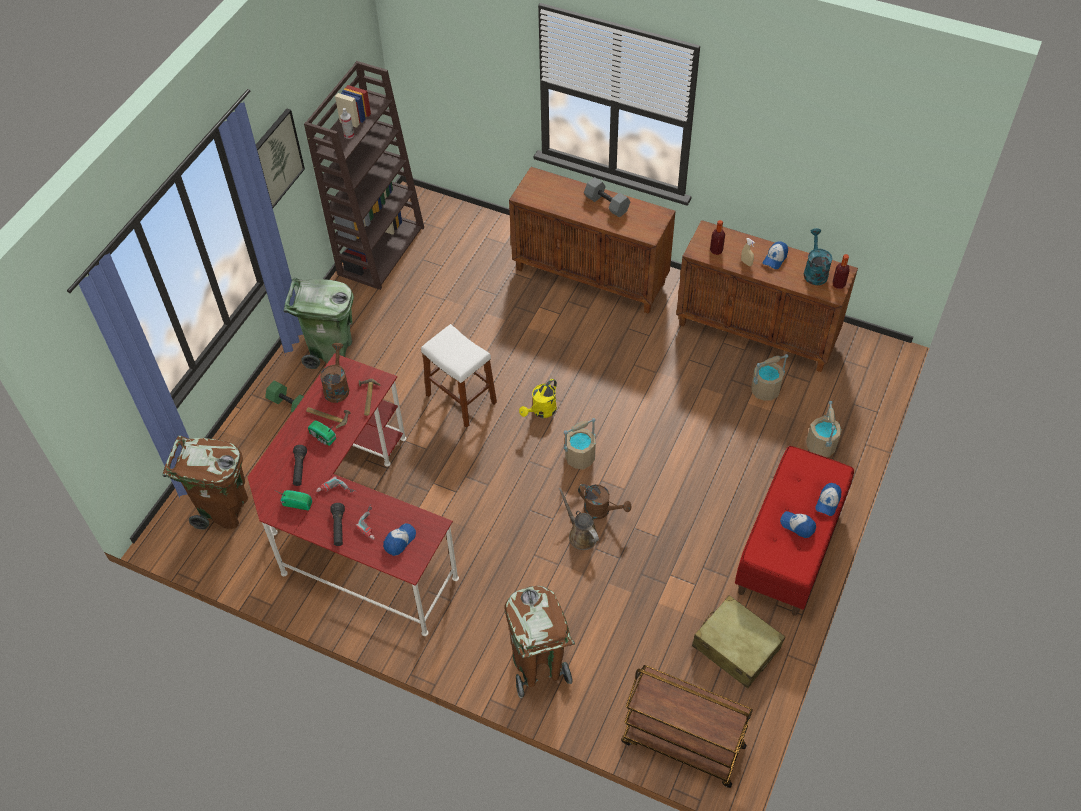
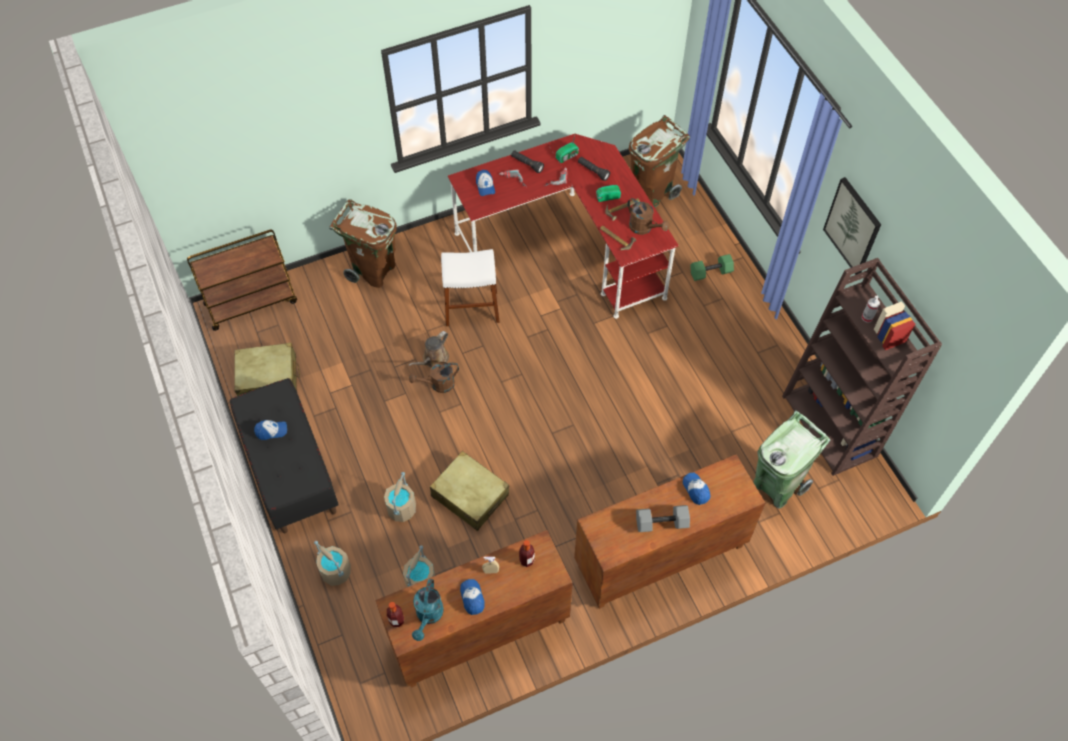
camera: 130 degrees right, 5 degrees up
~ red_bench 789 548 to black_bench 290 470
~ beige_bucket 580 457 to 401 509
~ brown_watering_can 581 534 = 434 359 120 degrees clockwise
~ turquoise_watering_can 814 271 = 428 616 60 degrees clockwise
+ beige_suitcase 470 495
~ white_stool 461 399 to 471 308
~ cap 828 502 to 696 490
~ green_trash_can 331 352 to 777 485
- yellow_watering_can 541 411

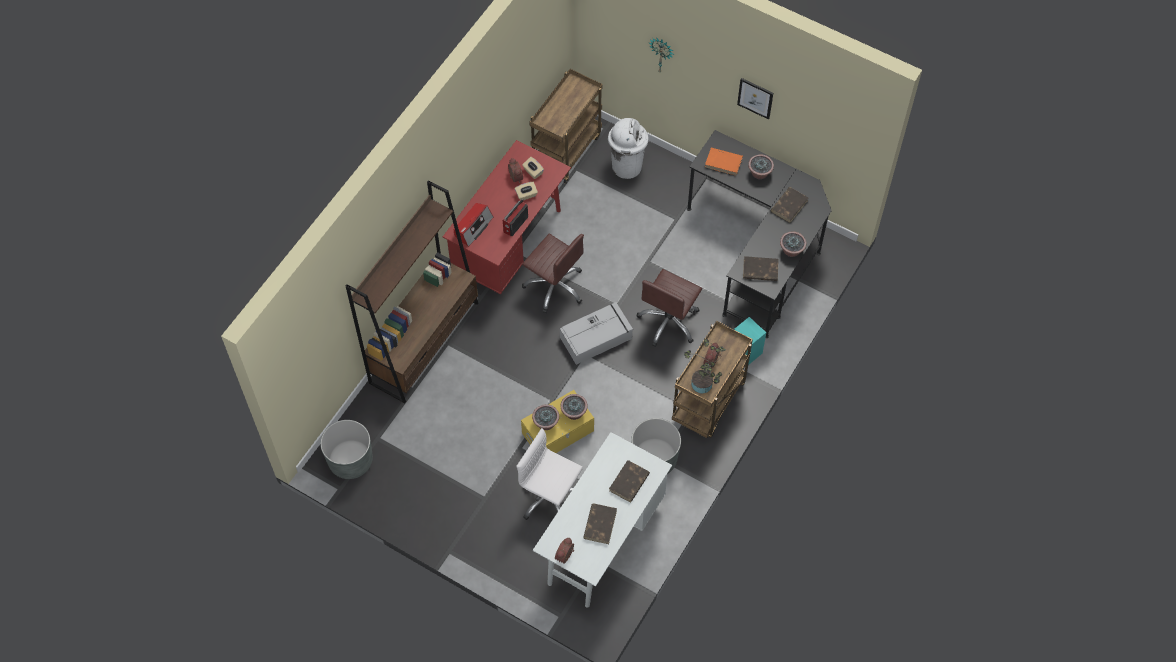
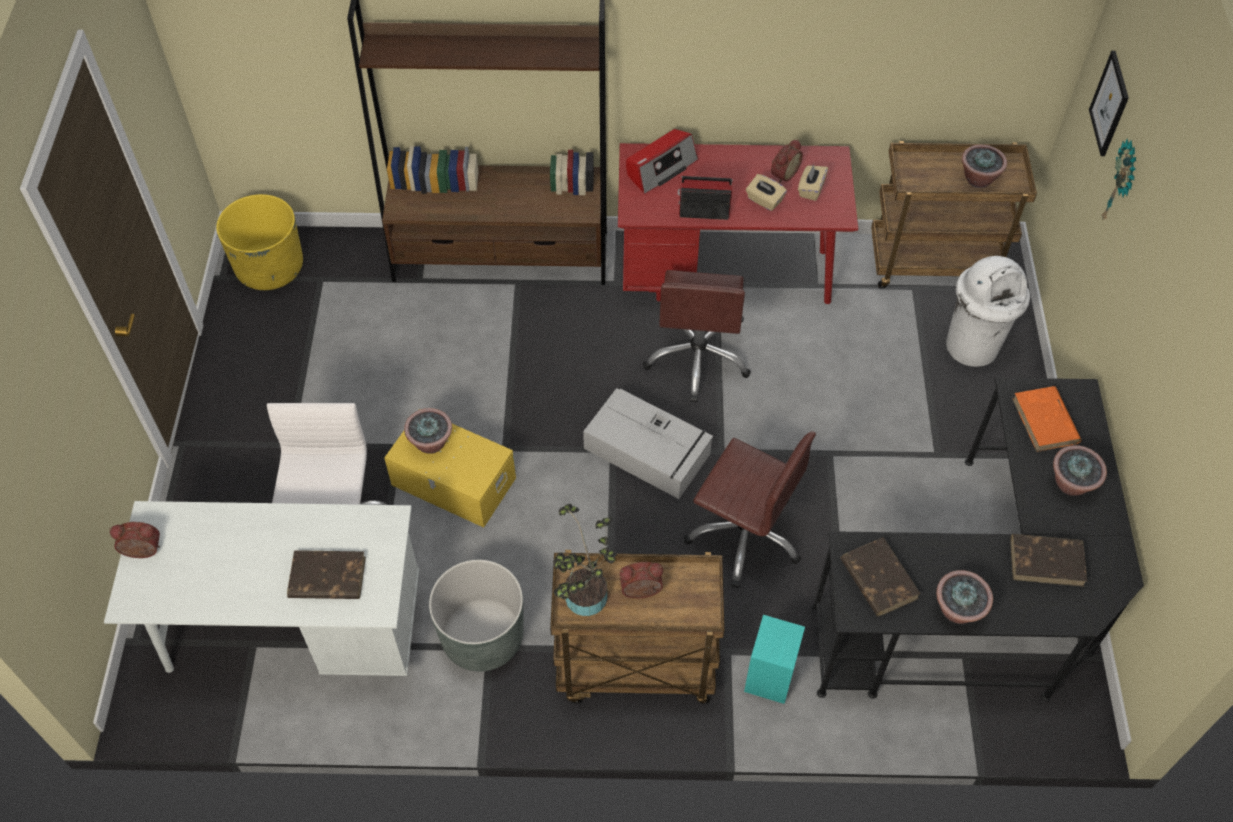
camera: 60 degrees right, 5 degrees down
~ grey_planter 350 460 to yellow_planter 270 268
~ radio 473 227 = 660 168 45 degrees counterclockwise
~ brown_office_chair 669 322 = 744 535 150 degrees counterclockwise
~ potted_plant 574 413 to 978 179
~ picture 755 98 to 1110 104
- brown_book 600 524

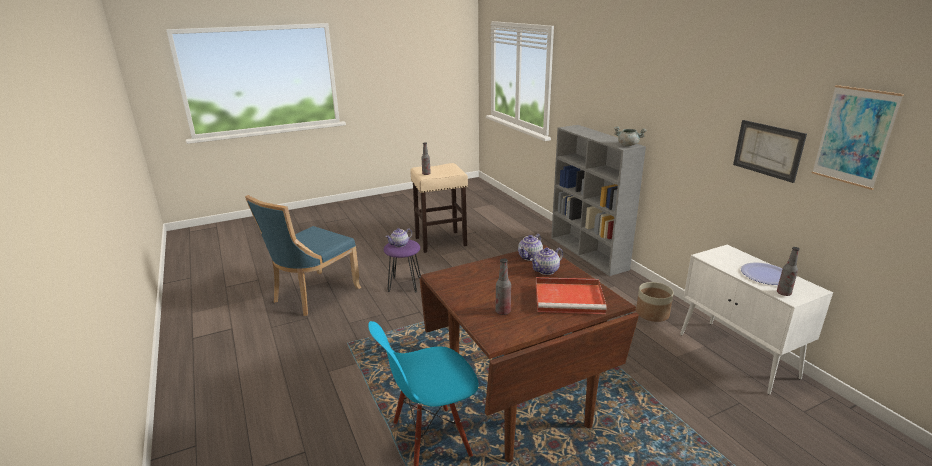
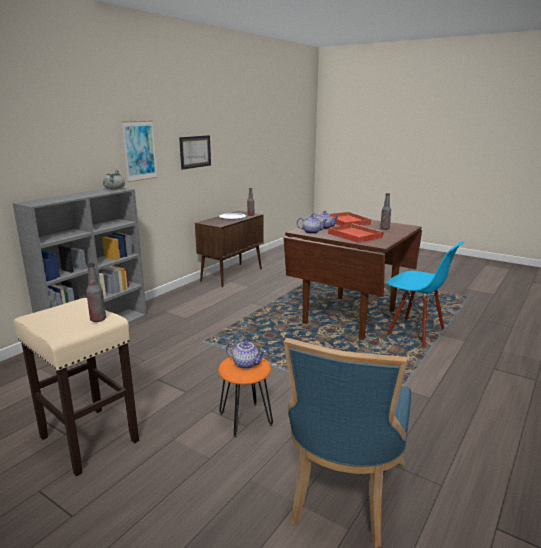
camera: 120 degrees left, 5 degrees down
~ picture 854 136 to 139 150
~ white_cabinet 738 356 to brown_cabinet 232 275
~ purple_stool 404 284 to orange_stool 245 419
~ blue_chair 313 295 = 344 494 105 degrees clockwise
+ red_tray 354 235
- planter 652 314

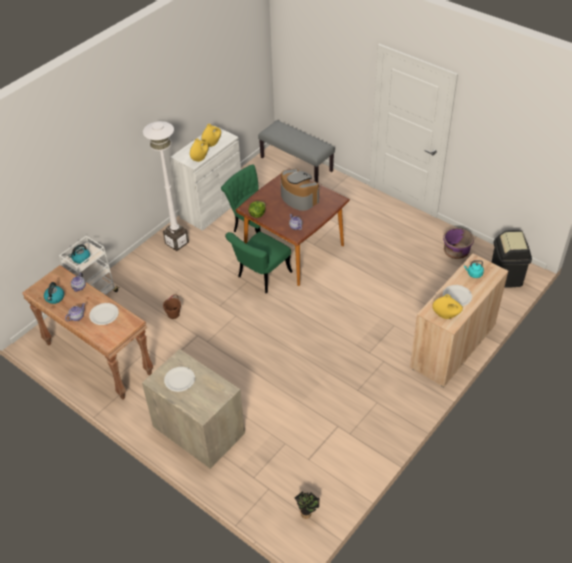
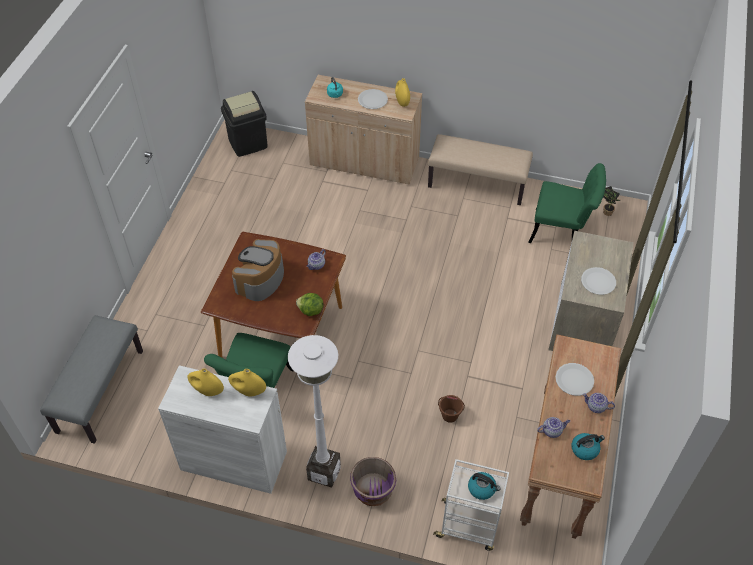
camera: 115 degrees left, 5 degrees up
~ purple_planter 456 252 to 373 490
+ beige_bench 477 184
~ green_chair 260 277 to 562 231

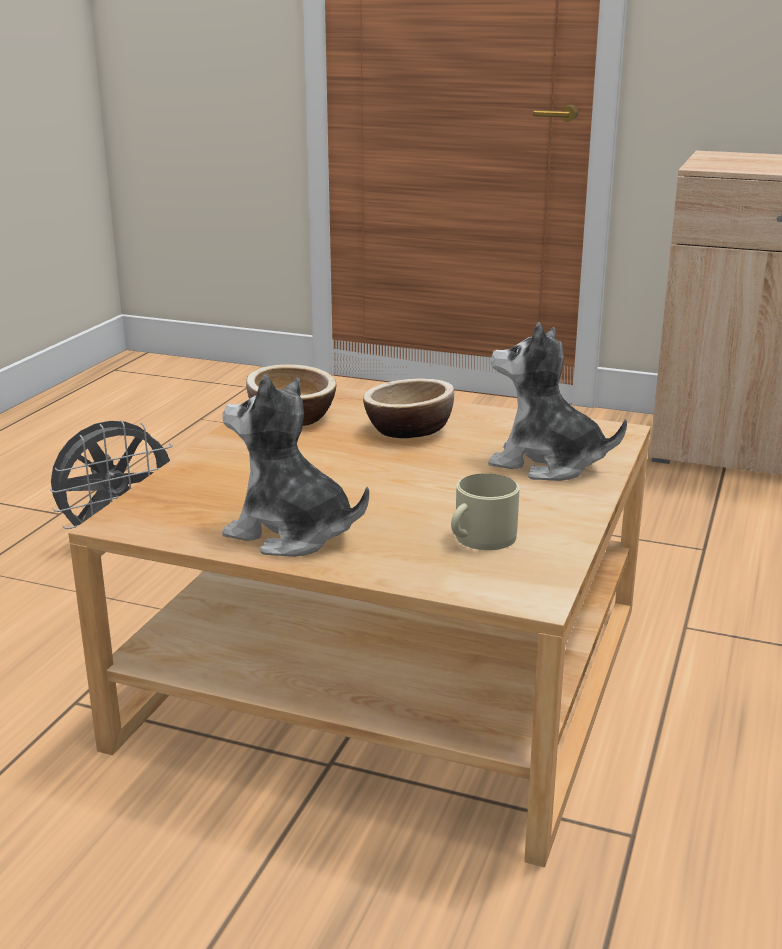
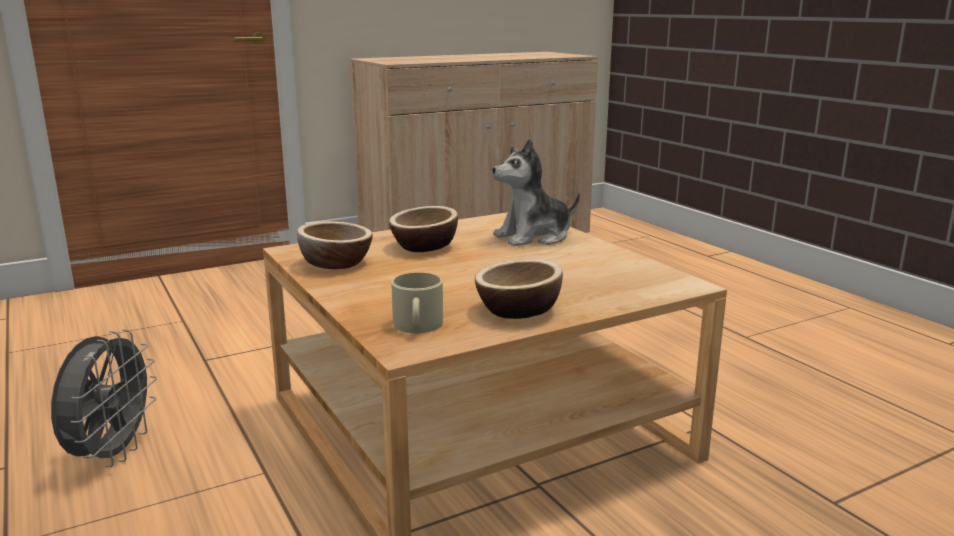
camera: 50 degrees left, 5 degrees down
~ beige_mug 479 538 to 417 326
~ plush_toy 291 534 to bowl 518 310

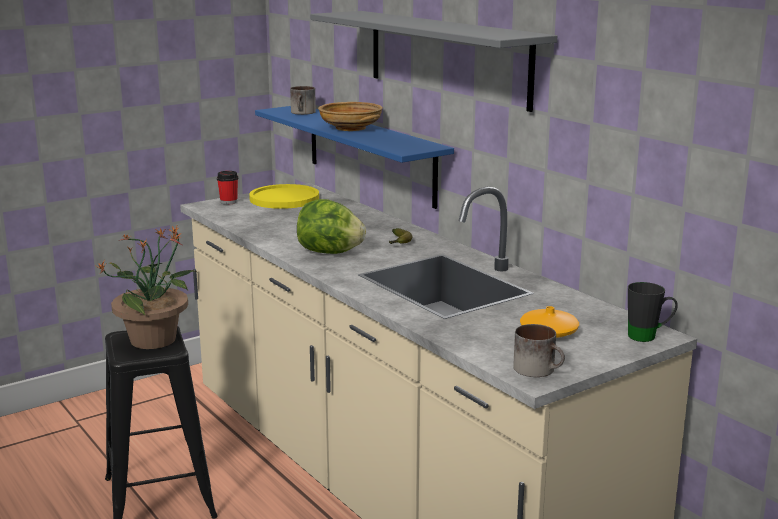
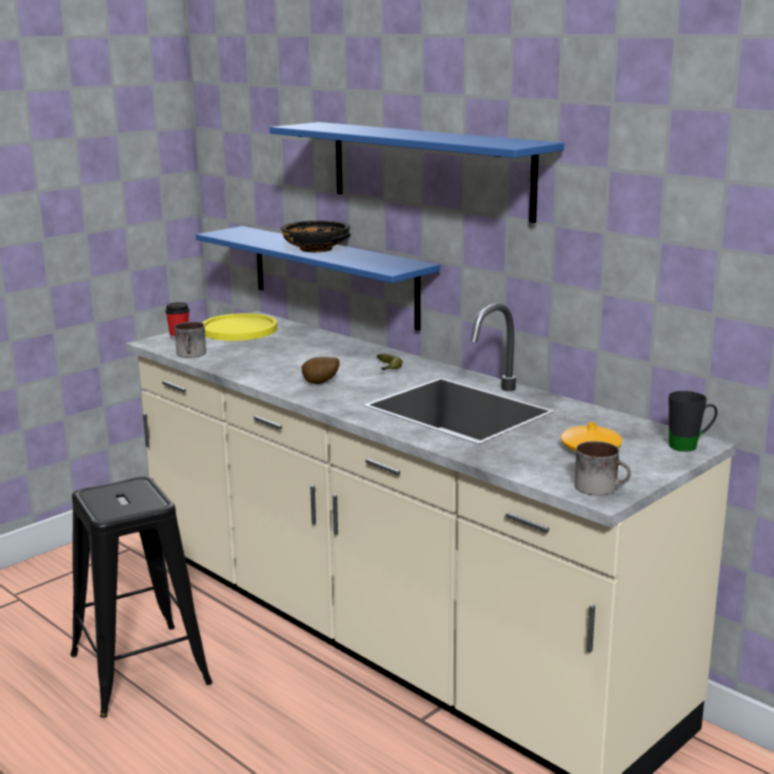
camera: 10 degrees left, 0 degrees up
~ mug 303 113 to 192 354
~ grey_shelf 446 57 to blue_shelf 429 169
~ beige_bowl 351 128 to black_bowl 316 249
~ lettuce 329 252 to potato 320 384
- potted_plant 155 339

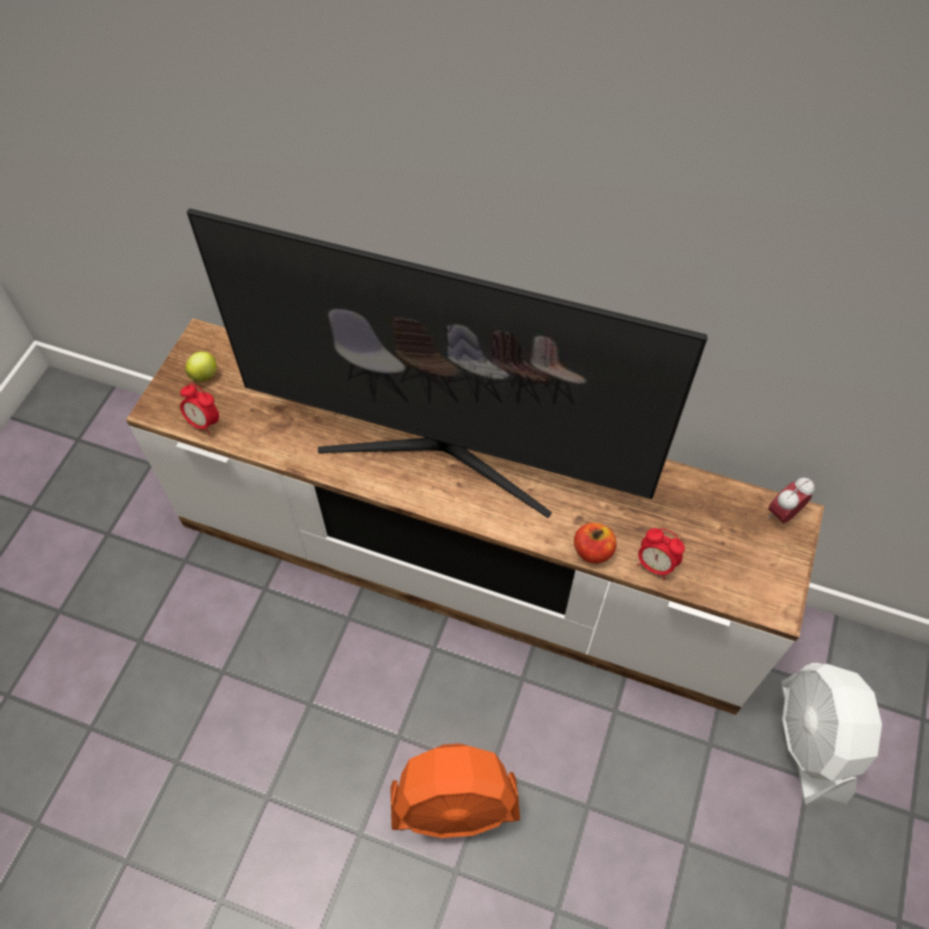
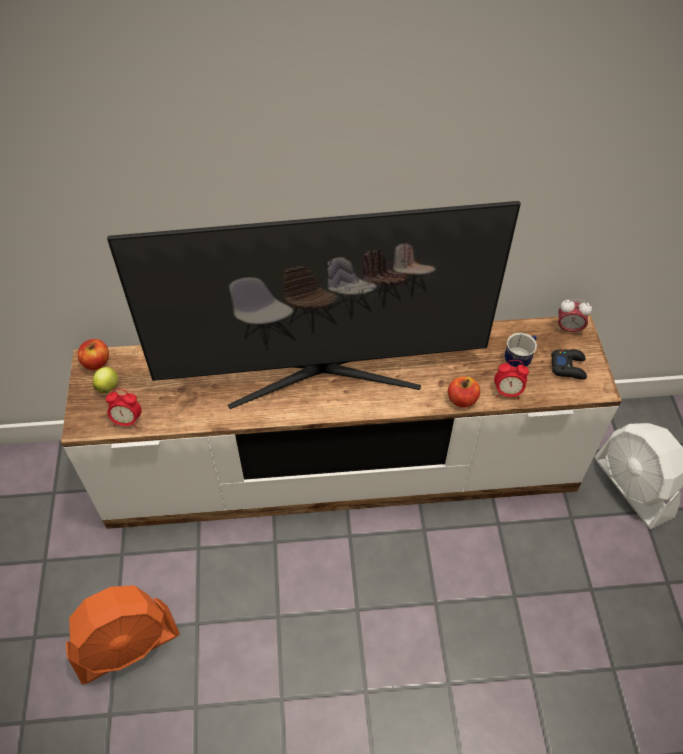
camera: 25 degrees left, 5 degrees down
~ orange_fan 455 804 to 127 645
+ apple 96 362
+ mug 519 360
+ black_game_controller 568 367
~ alarm_clock 782 514 = 568 329 105 degrees counterclockwise

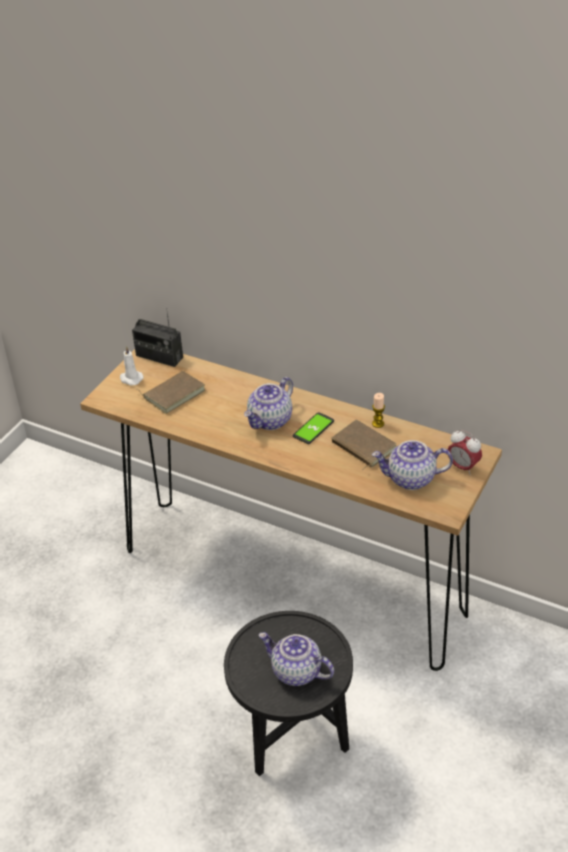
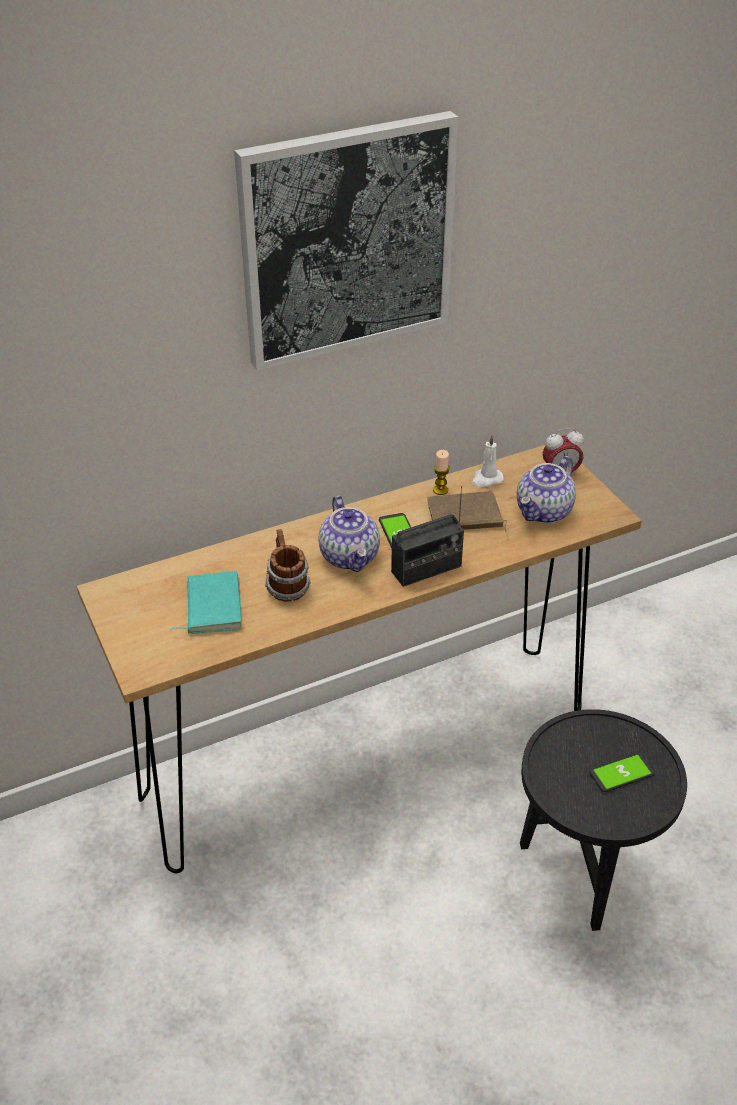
camera: 55 degrees left, 0 degrees up
~ brown_book 173 393 to turquoise_book 211 606
+ picture 347 240
+ mug 286 587
~ radio 159 357 to 426 569
~ white_candle 130 379 to 486 479
~ teapot 295 672 to phone 621 773

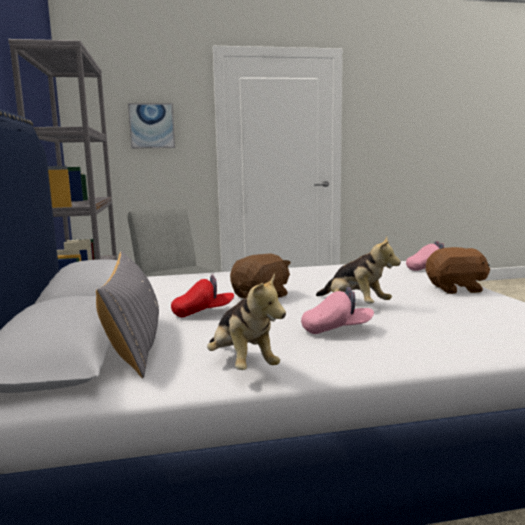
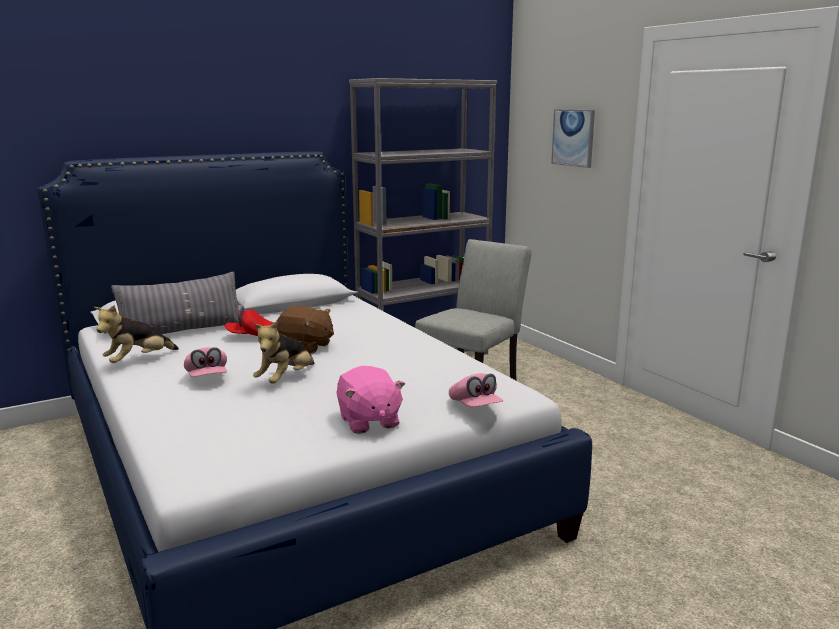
camera: 70 degrees right, 5 degrees up
~ red_cap 203 312 = 252 337 120 degrees clockwise
~ brown_plush_toy 456 289 to pink_plush_toy 368 421

